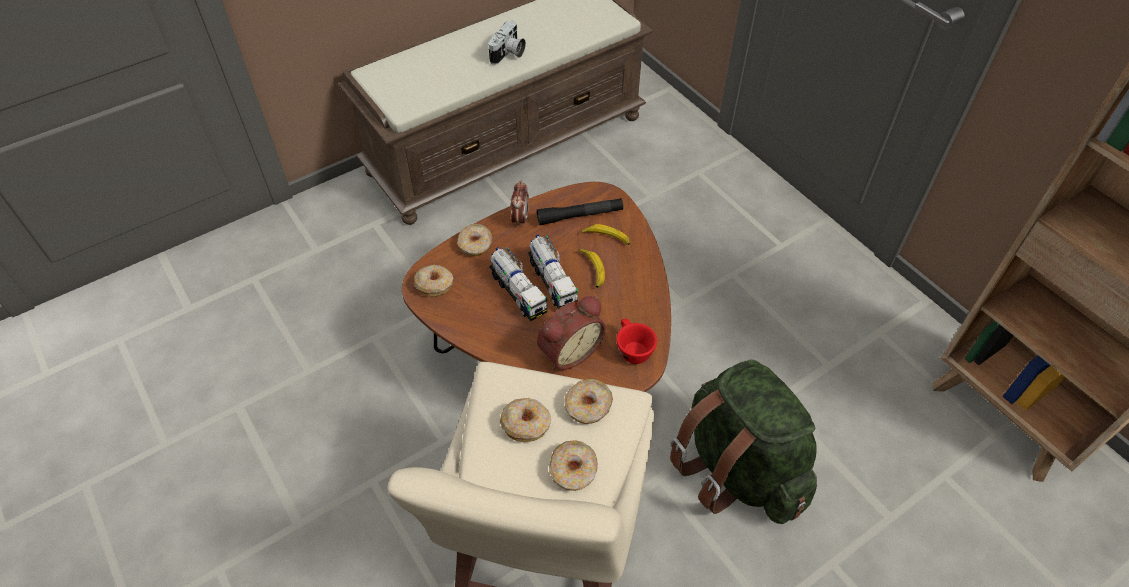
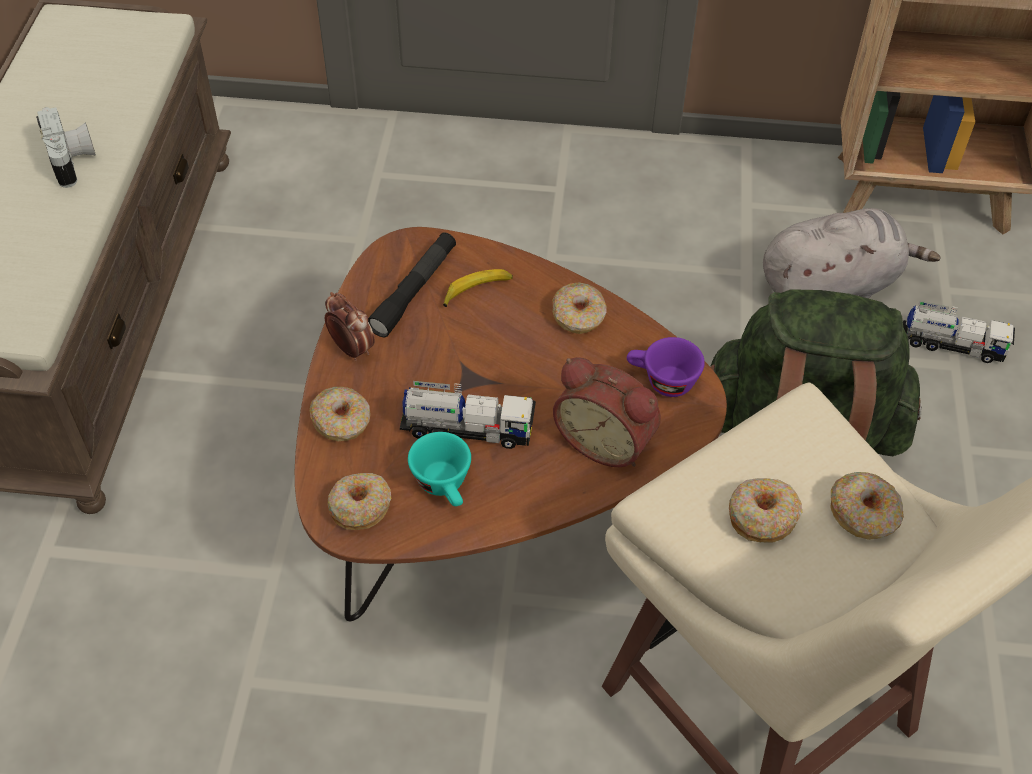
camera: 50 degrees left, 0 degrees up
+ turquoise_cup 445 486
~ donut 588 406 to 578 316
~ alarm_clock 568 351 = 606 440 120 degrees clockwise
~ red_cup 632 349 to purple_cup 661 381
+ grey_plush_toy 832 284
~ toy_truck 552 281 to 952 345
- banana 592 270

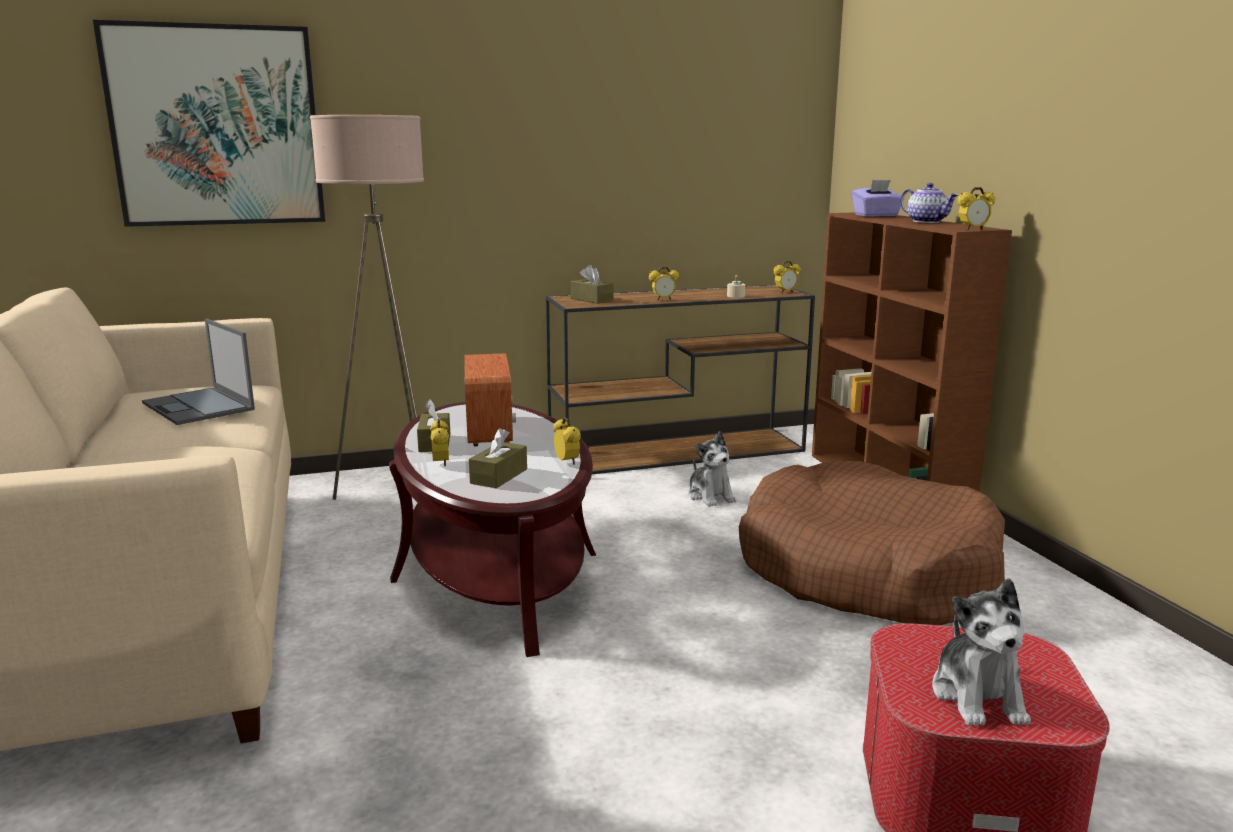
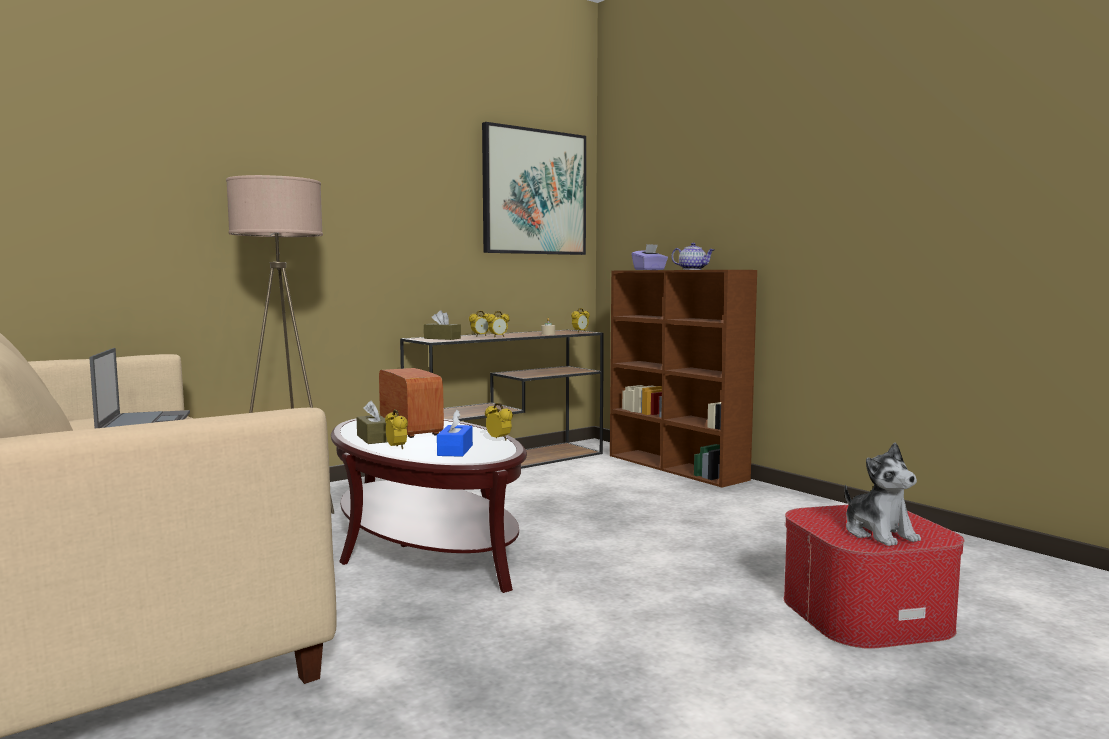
camera: 20 degrees left, 10 degrees down
~ laptop 199 407 = 145 422 135 degrees counterclockwise
~ brown_tissue_box 499 476 to blue_tissue_box 455 450
~ alarm_clock 973 229 to 480 336
~ picture 217 126 to 534 192
- plush_toy 710 496
- brown_dog_bed 866 572

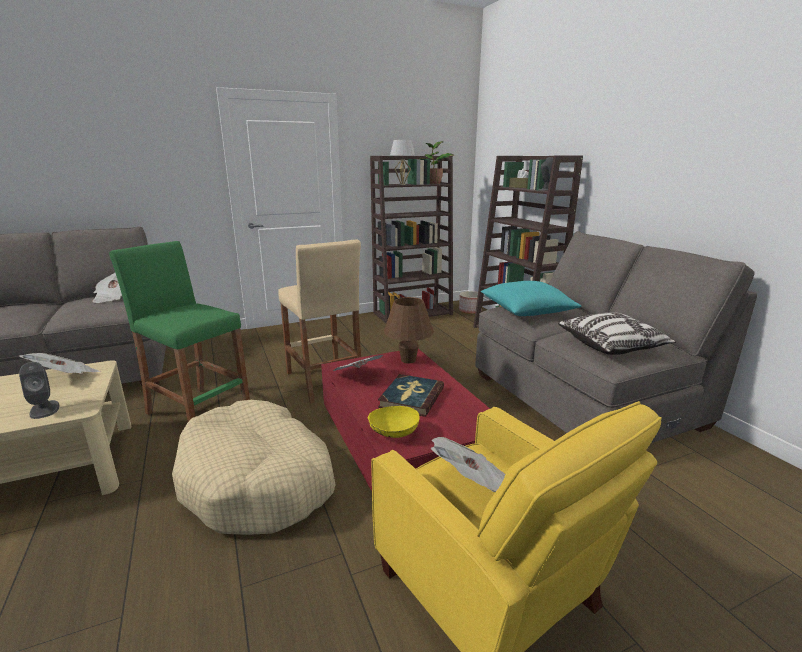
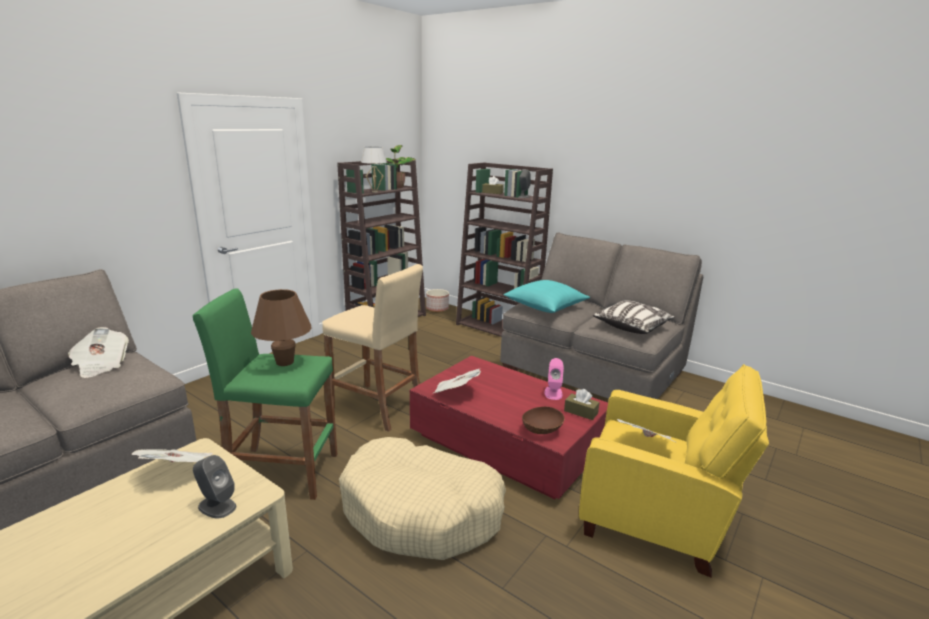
camera: 30 degrees left, 0 degrees up
~ brown_table_lamp 408 360 to 284 362
~ yellow_bowl 393 434 to brown_bowl 542 431
+ pink_speaker 553 393
+ brown_tissue_box 581 412
- book 411 397

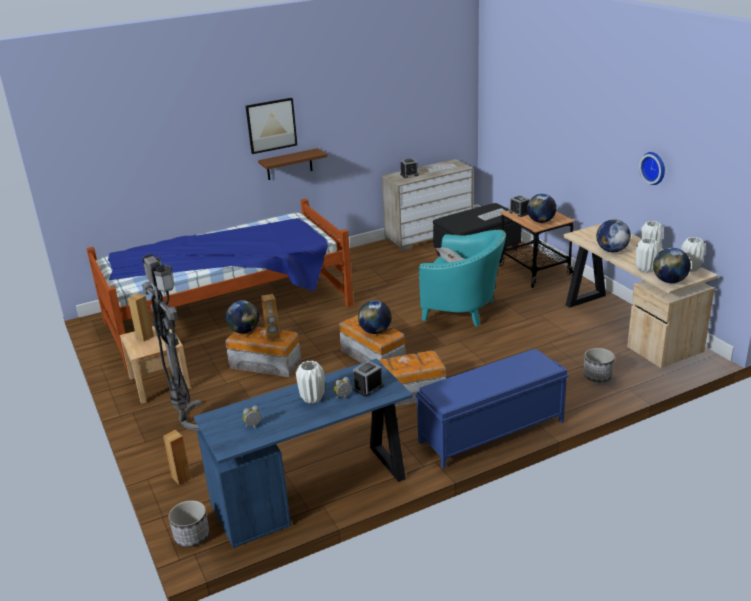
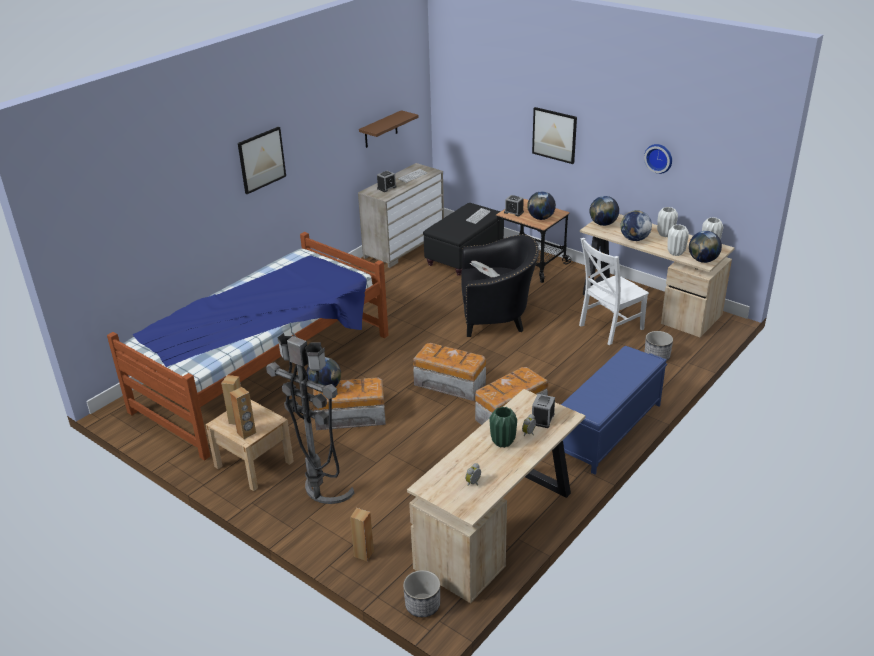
camera: 25 degrees left, 5 degrees up
~ brown_speaker 273 336 to 246 433
~ brown_shelf 289 164 to 381 129
~ blue_desk 313 491 to beige_desk 499 528
~ turquoise_armchair 463 310 to black_armchair 497 318
~ white_vase 312 399 to green_vase 503 442
+ picture 554 135
+ white_chair 609 328
~ globe 375 331 to 603 224

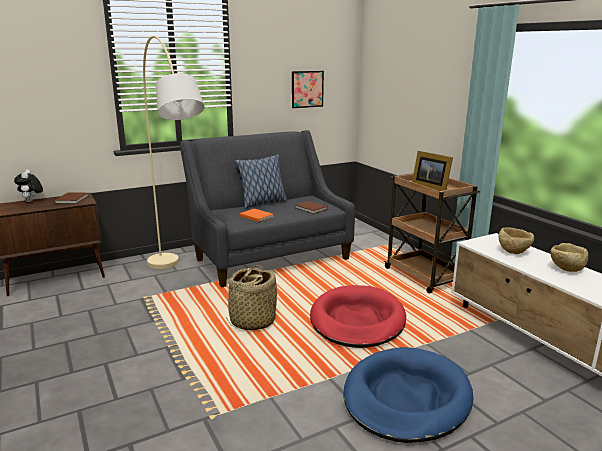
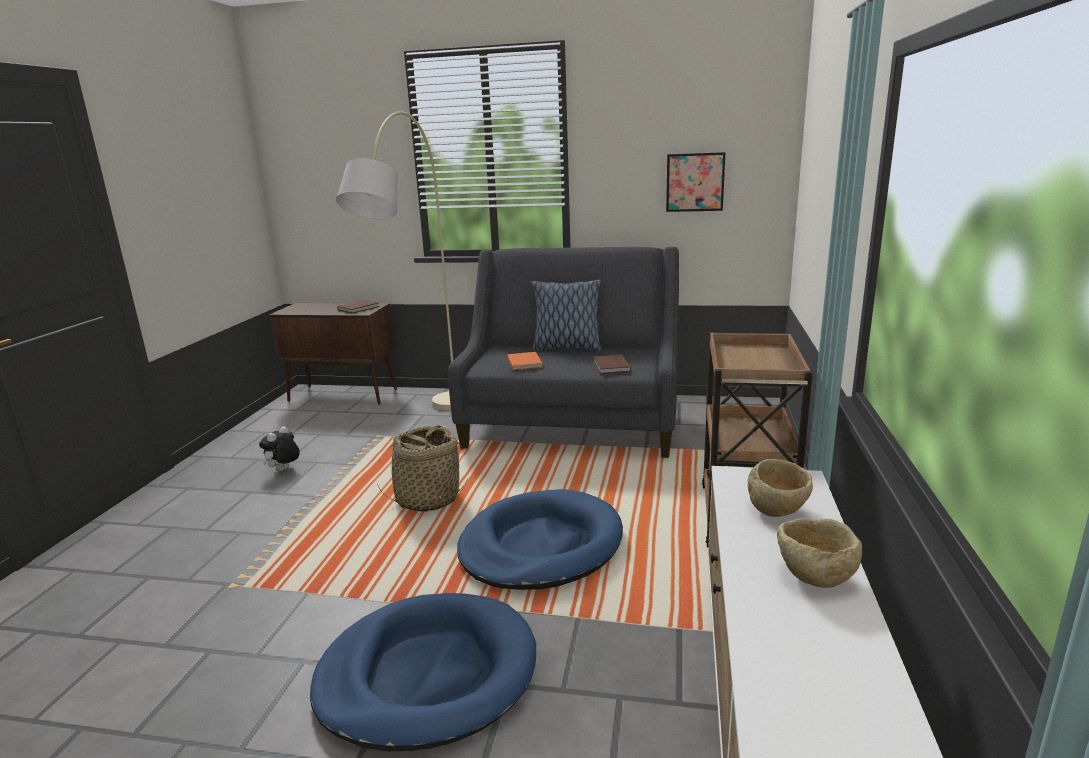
camera: 40 degrees right, 0 degrees up
~ plush_toy 31 201 to 283 470
~ red_dog_bed 357 320 to blue_dog_bed 540 545
- picture_frame 430 187

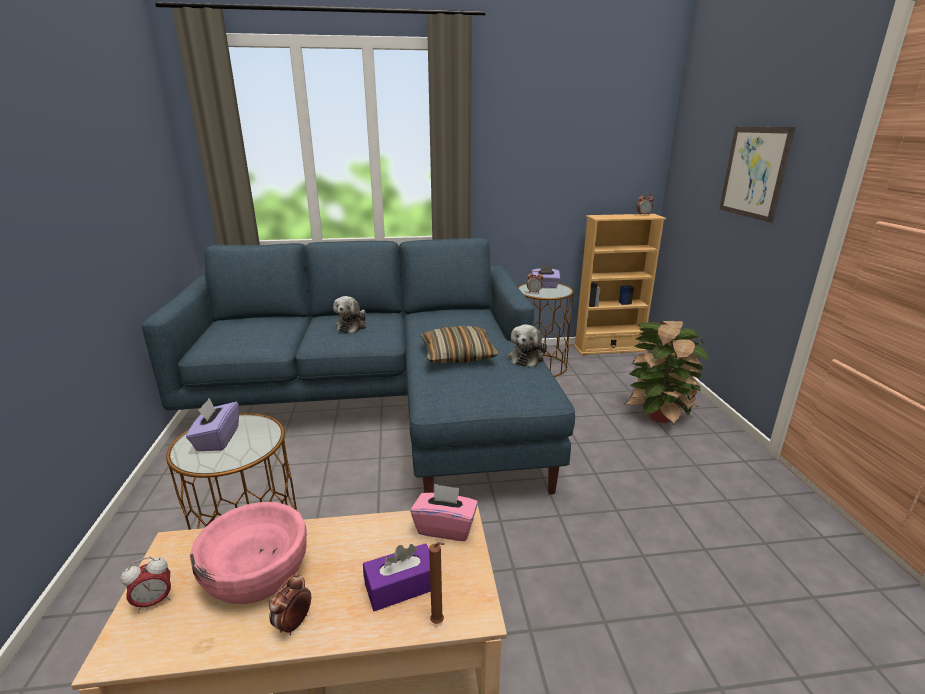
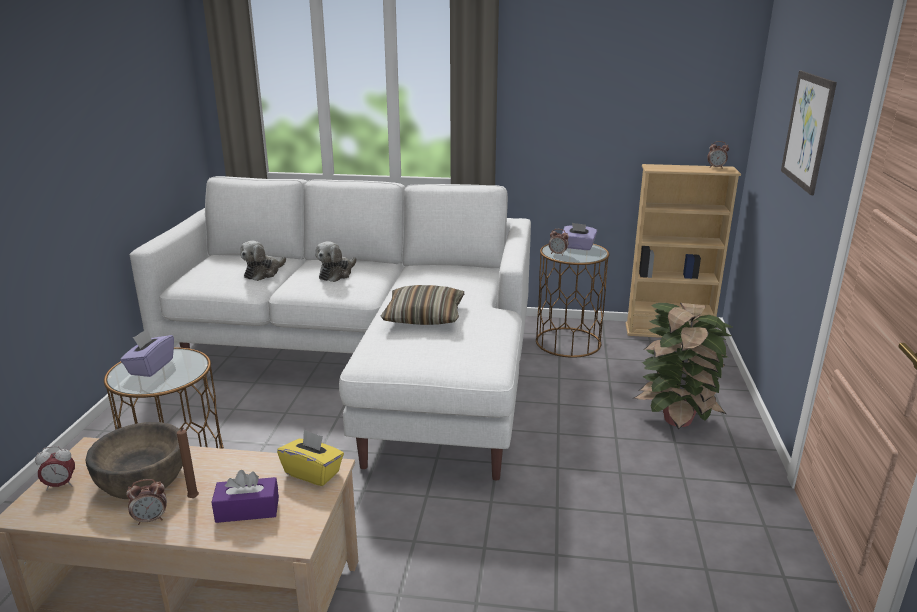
camera: 15 degrees right, 0 degrees up
~ pink_bowl 257 572 to brown_bowl 142 479
~ alarm_clock 294 624 = 151 519 150 degrees counterclockwise
~ blue_sofa 383 406 to white_sofa 367 365
~ brown_candle 438 623 to 194 499
~ plush_toy 526 357 to 263 273
~ pink_tissue_box 445 527 to yellow_tissue_box 313 473

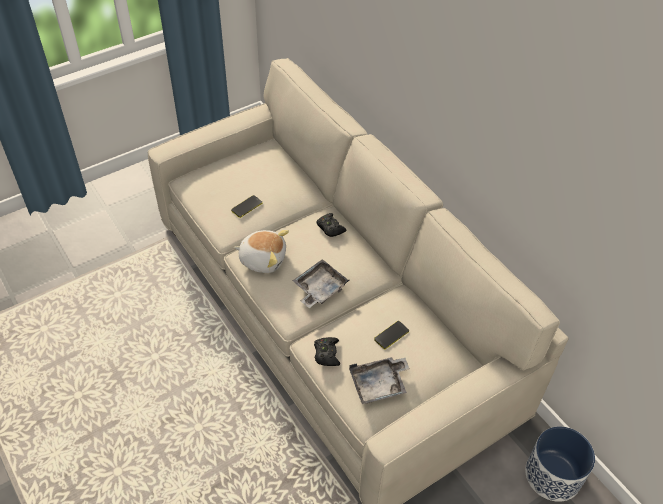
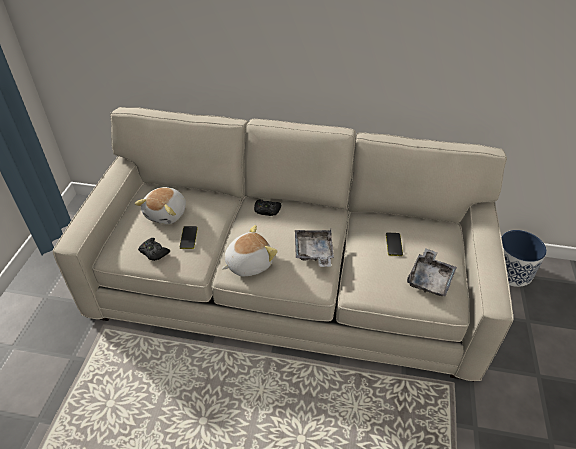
camera: 45 degrees left, 5 degrees down
+ plush_toy 167 214
~ black_game_controller 326 354 to 154 252

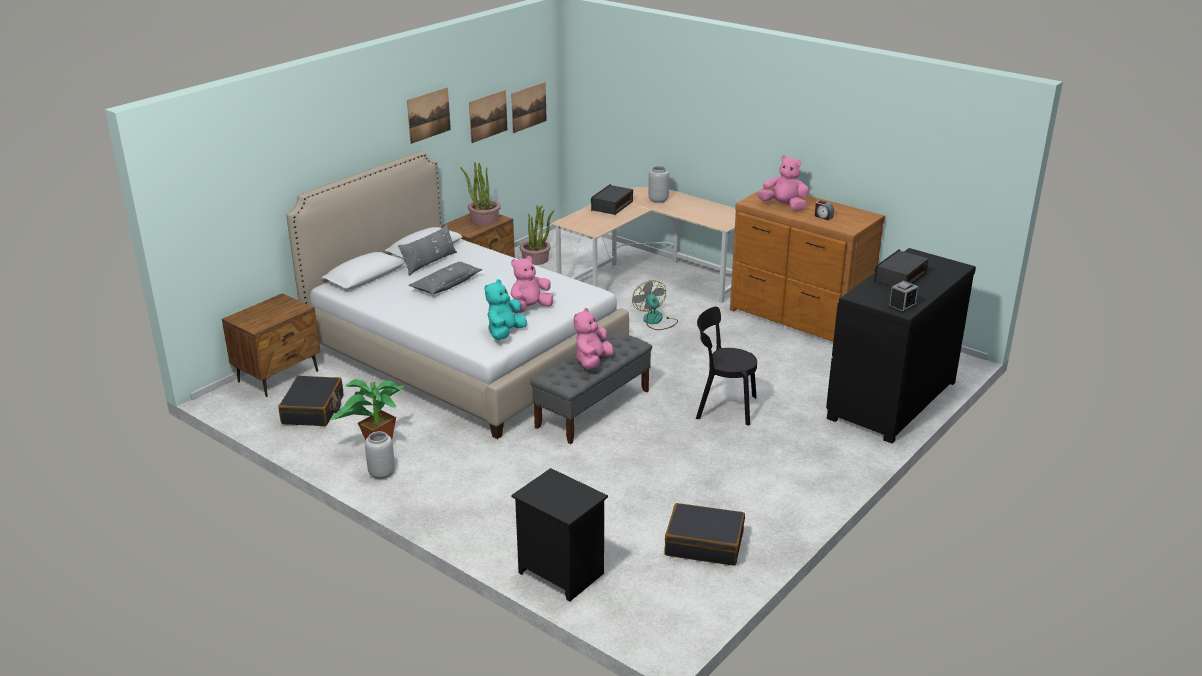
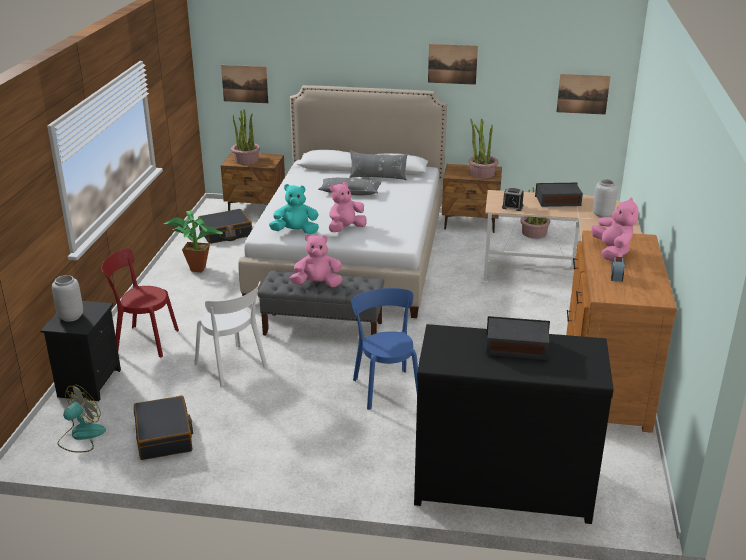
camera: 60 degrees right, 0 degrees up
~ grey_vase 381 473 to 71 316
~ fan 655 321 to 81 436
+ red_chair 143 341
+ white_chair 232 367
~ picture 488 116 to 245 84
+ potted_plant 246 160
~ pink_plush_toy 530 309 = 345 229 60 degrees counterclockwise
~ black_chair 722 407 to blue_chair 386 387
~ alarm_clock 902 306 to 512 207

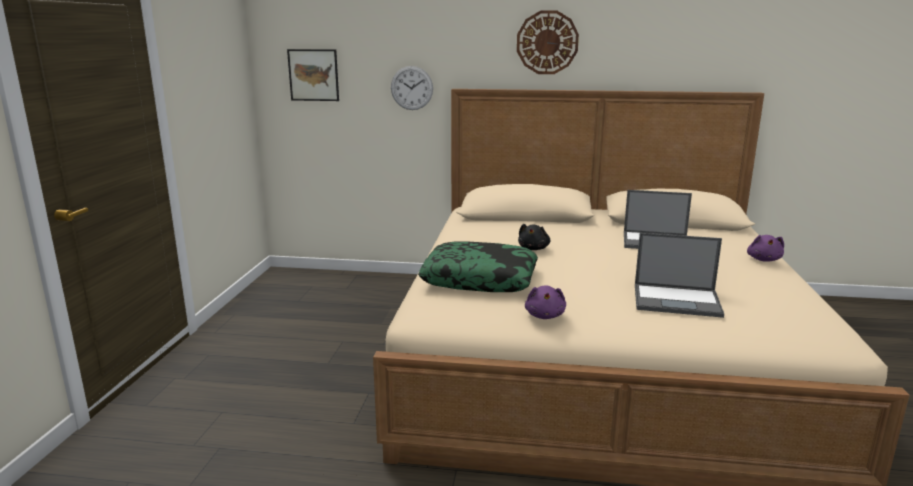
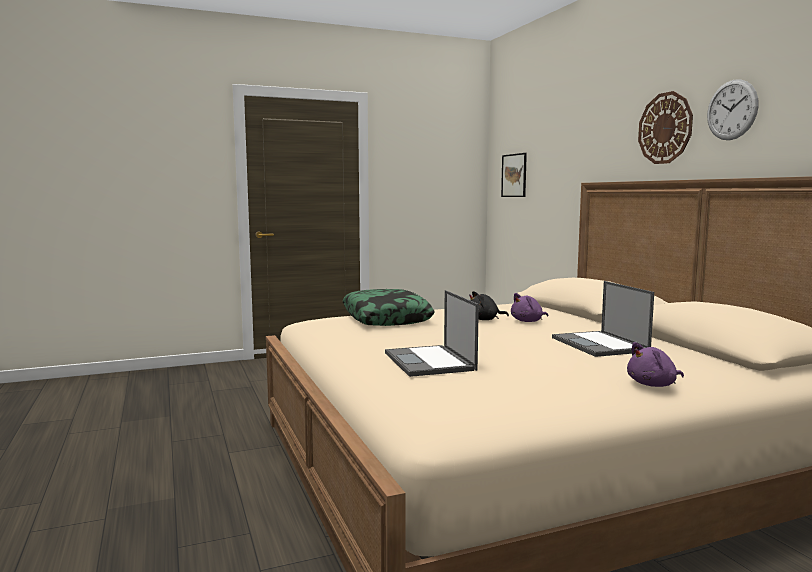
camera: 60 degrees right, 10 degrees down
~ purple_plush_toy 545 315 to 528 321
~ wall_clock 412 88 to 732 110

